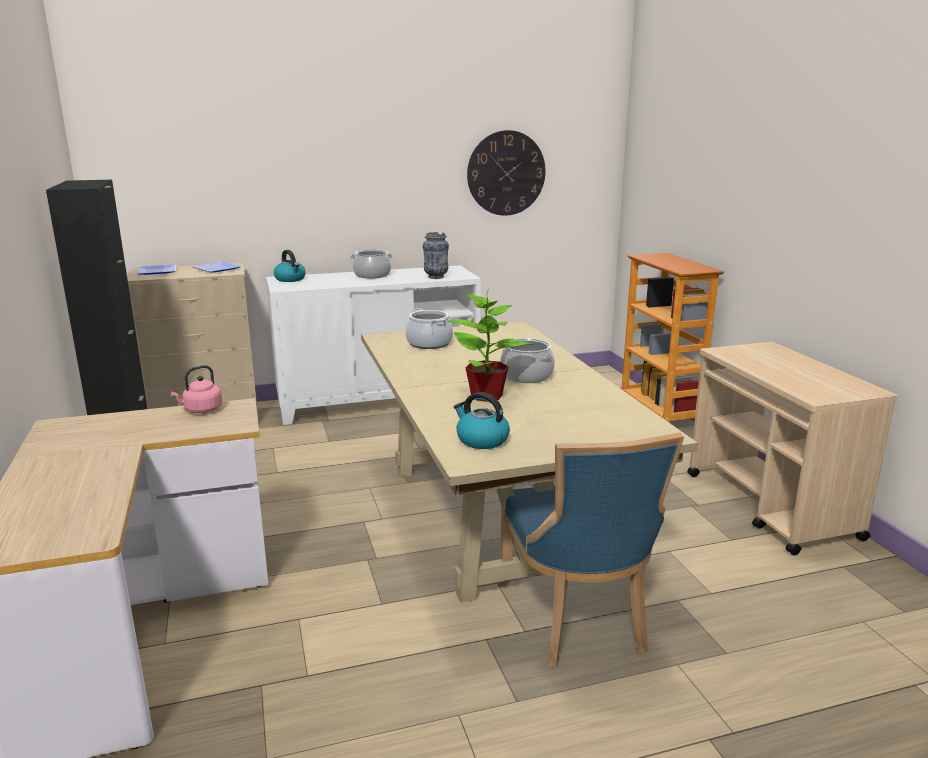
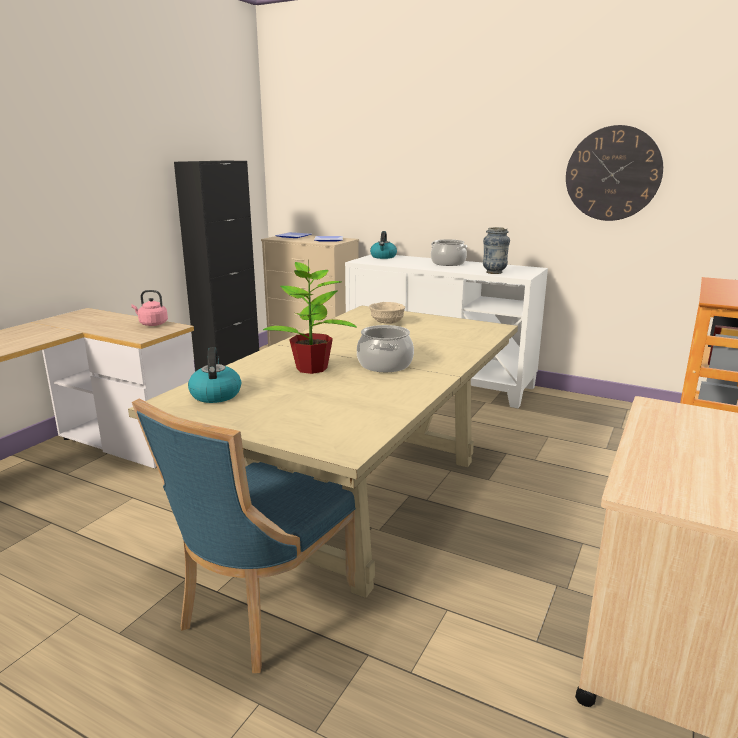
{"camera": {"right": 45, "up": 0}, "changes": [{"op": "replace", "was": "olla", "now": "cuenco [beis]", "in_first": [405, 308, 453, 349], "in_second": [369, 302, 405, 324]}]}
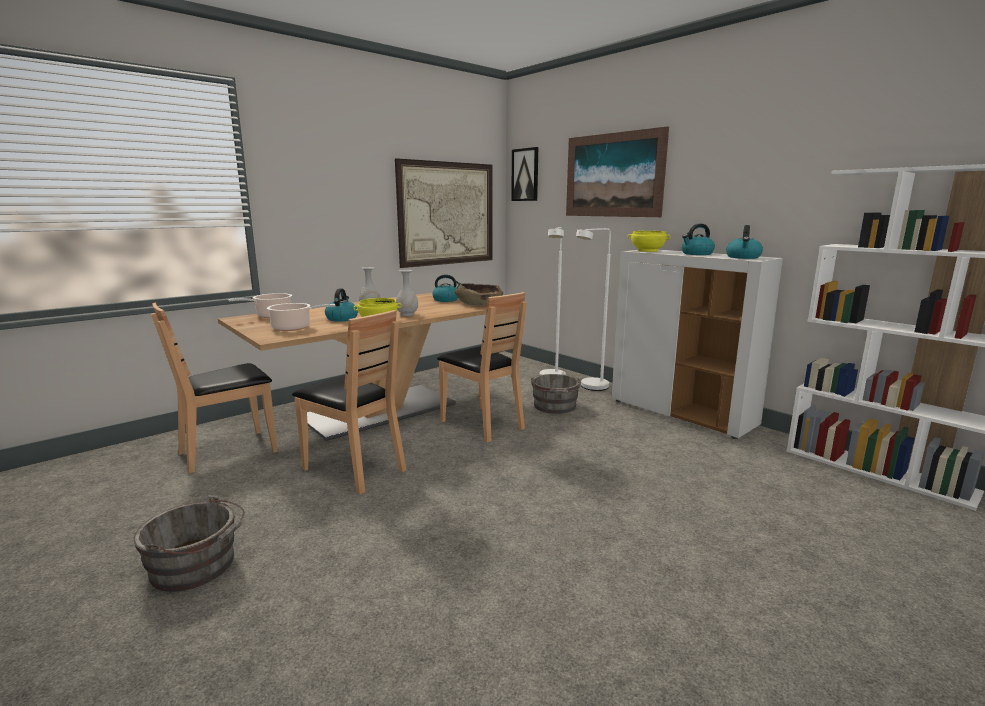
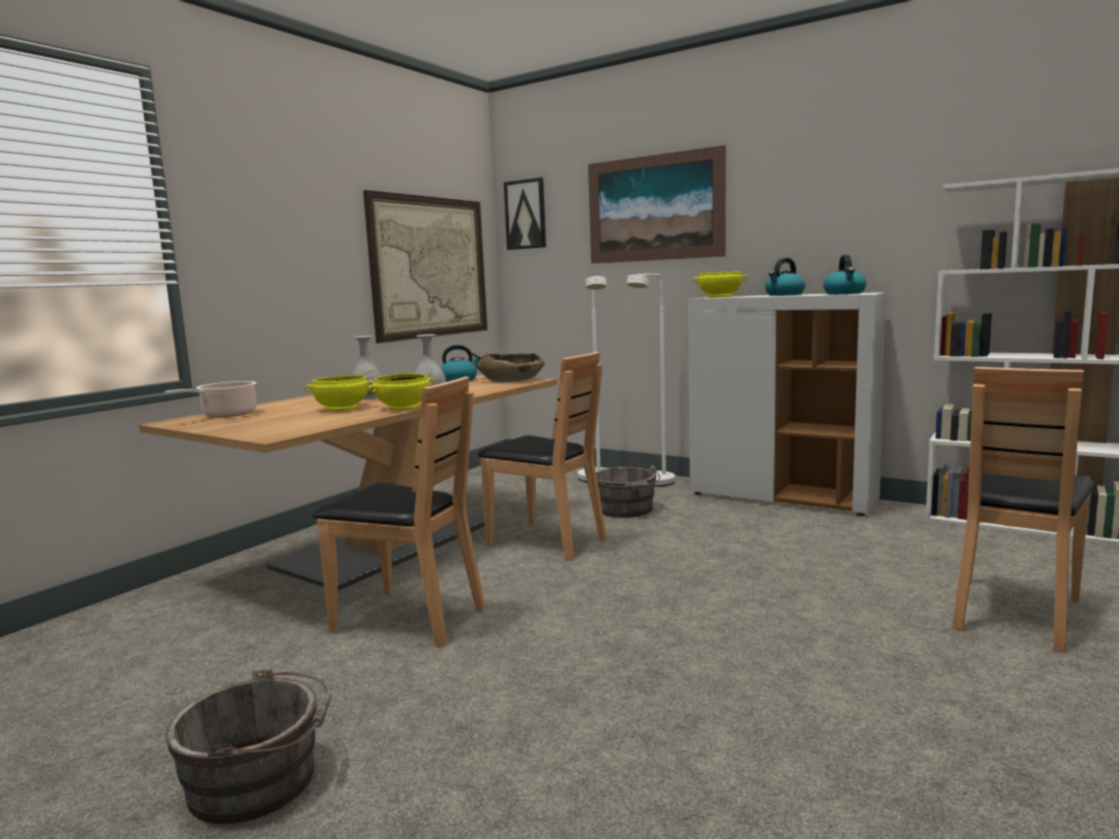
{"camera": {"right": -15, "up": -5}, "changes": [{"op": "replace", "was": "hervidor", "now": "cuenco [amarillo]", "in_first": [325, 288, 358, 322], "in_second": [305, 375, 374, 411]}, {"op": "move", "was": "silla [marrón]", "in_first": [151, 302, 278, 473], "in_second": [952, 367, 1095, 652]}, {"op": "delete", "was": "olla", "in_first": [267, 303, 336, 331]}]}
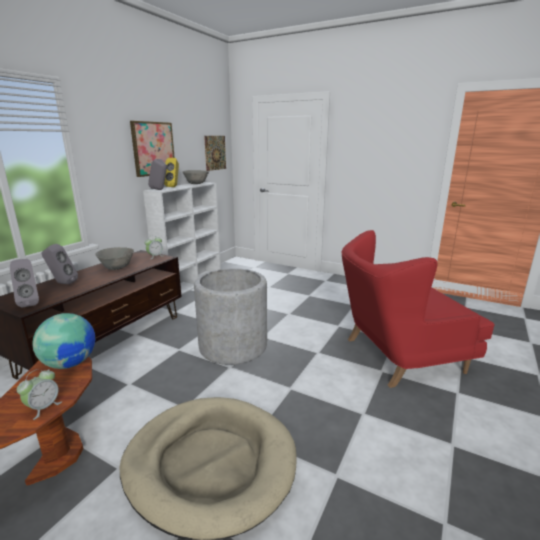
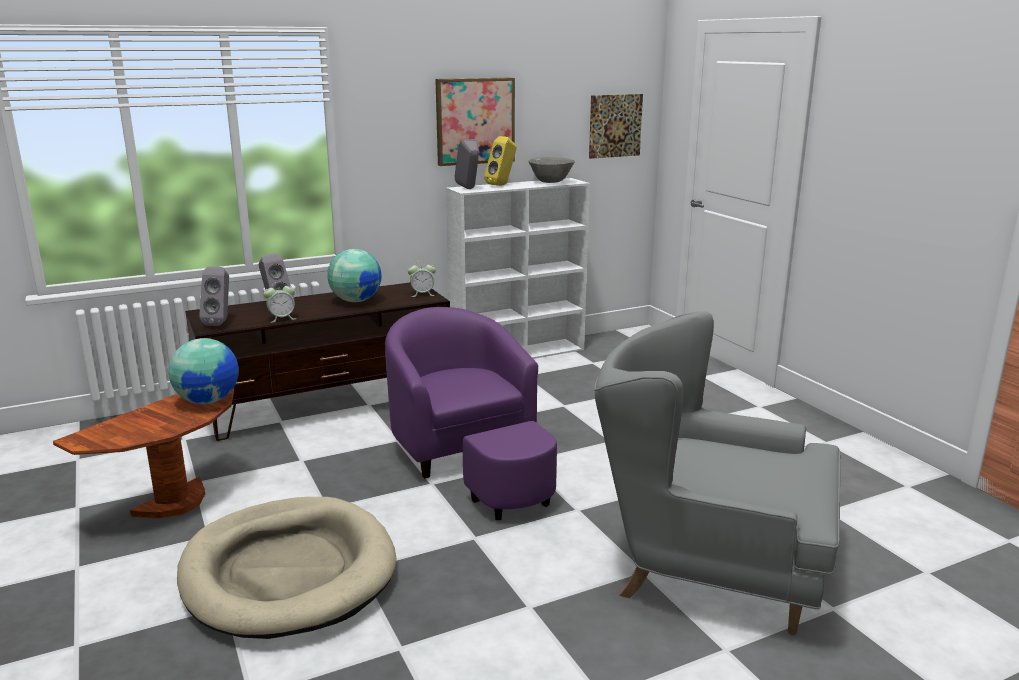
{"camera": {"right": 35, "up": 0}, "changes": [{"op": "recolor", "was": "sillón [rojo]", "now": "sillón [gris]", "in_first": [341, 230, 495, 388], "in_second": [594, 311, 840, 635]}, {"op": "replace", "was": "cuenco [gris]", "now": "globo terráqueo", "in_first": [95, 247, 134, 270], "in_second": [327, 249, 382, 302]}, {"op": "replace", "was": "maceta [gris]", "now": "sillón [morado]", "in_first": [194, 268, 267, 365], "in_second": [385, 307, 557, 520]}, {"op": "move", "was": "despertador", "in_first": [17, 369, 62, 420], "in_second": [264, 282, 295, 323]}]}
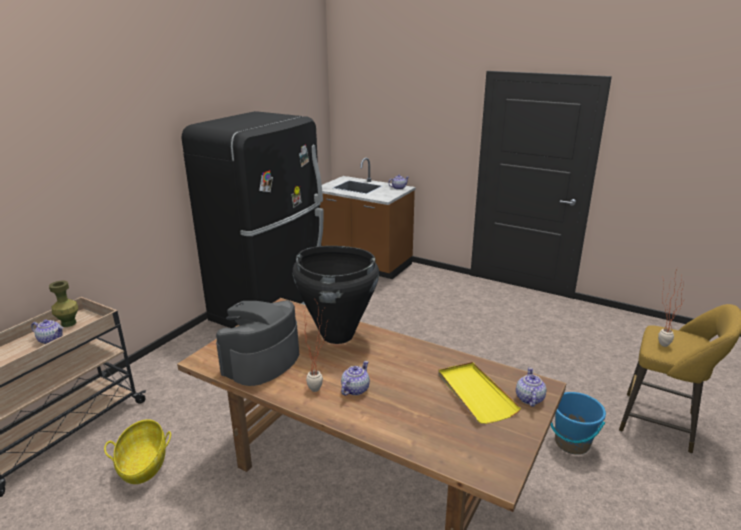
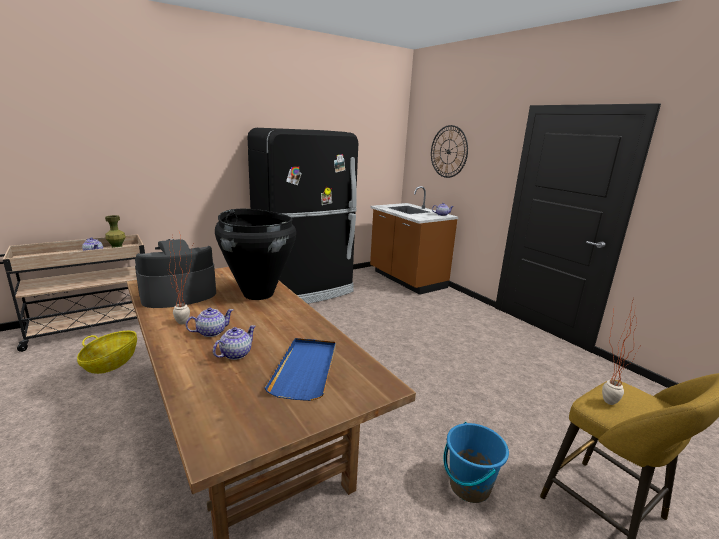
{"camera": {"right": 25, "up": -5}, "changes": [{"op": "recolor", "was": "bandeja [amarillo]", "now": "bandeja [azul]", "in_first": [438, 362, 521, 424], "in_second": [265, 338, 336, 401]}, {"op": "move", "was": "tetera", "in_first": [516, 367, 547, 407], "in_second": [213, 325, 255, 360]}, {"op": "insert", "now": "reloj de pared", "in_second": [431, 125, 468, 178]}]}
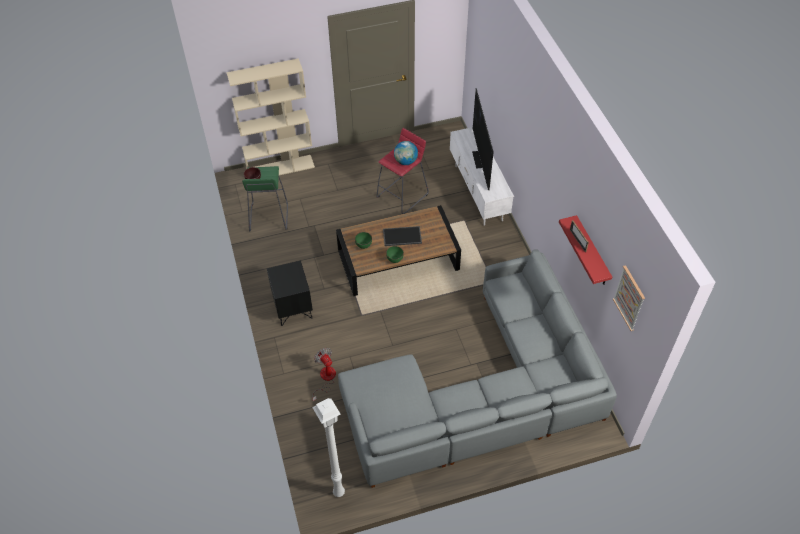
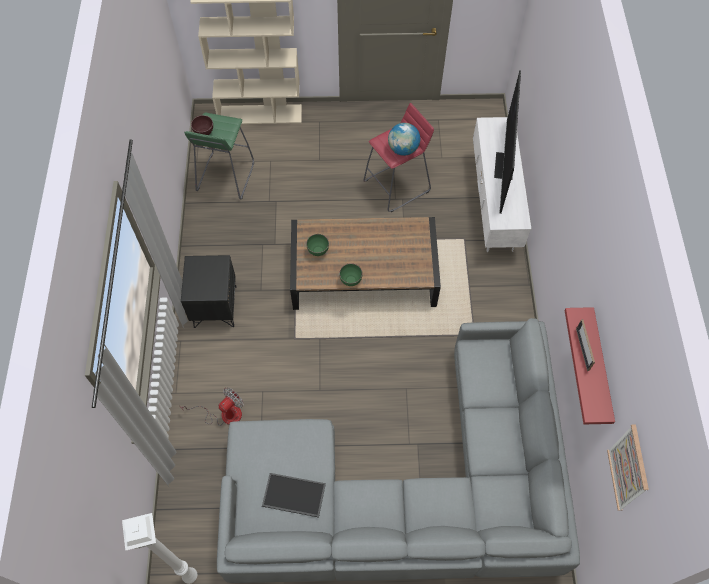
{"camera": {"right": 15, "up": 10}, "changes": [{"op": "move", "was": "bandeja", "in_first": [383, 226, 422, 246], "in_second": [262, 473, 326, 518]}, {"op": "rotate", "was": "ventilador", "in_first": [313, 348, 336, 402], "in_second": [179, 387, 244, 426], "clockwise": 60}]}
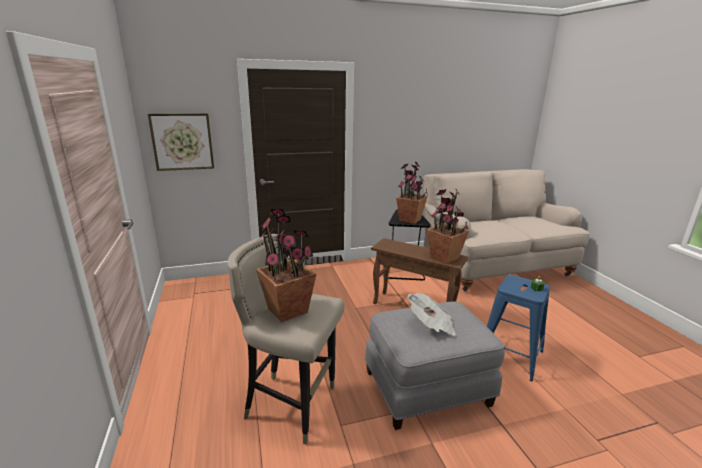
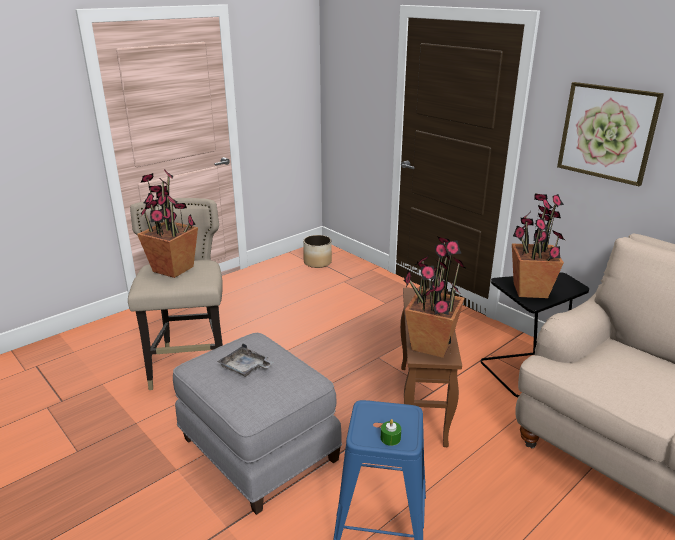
{"camera": {"right": 65, "up": 5}, "changes": [{"op": "move", "was": "cuadro", "in_first": [148, 113, 214, 171], "in_second": [557, 82, 664, 186]}, {"op": "replace", "was": "periódico", "now": "bandeja [gris]", "in_first": [408, 293, 456, 336], "in_second": [217, 343, 274, 377]}, {"op": "insert", "now": "maceta", "in_second": [303, 235, 332, 268]}]}
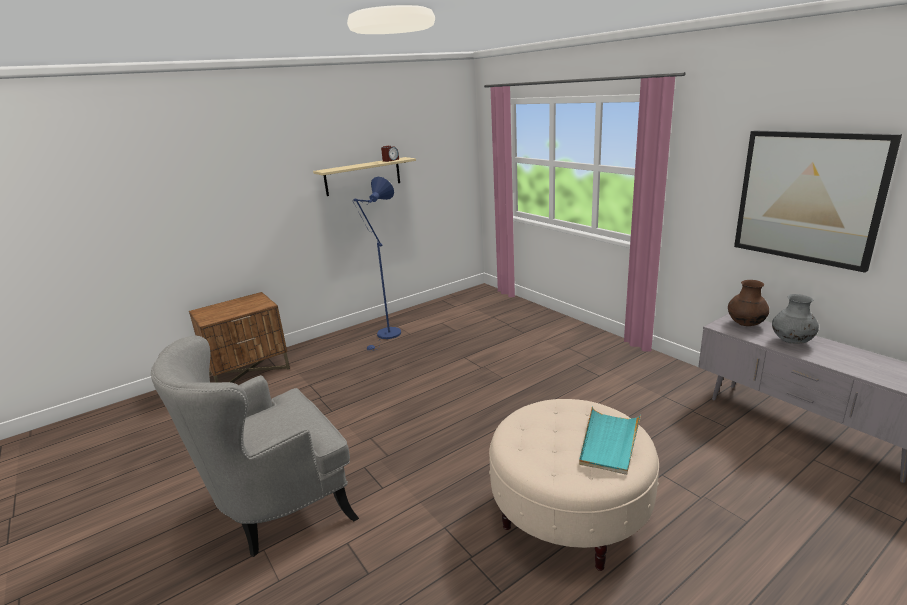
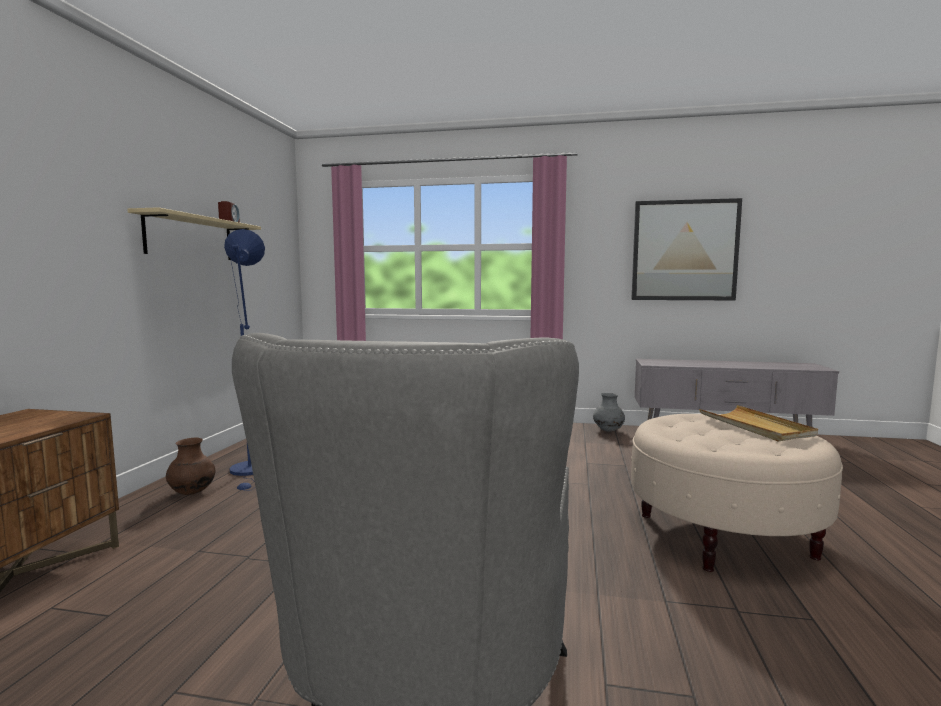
{"camera": {"right": -45, "up": -15}, "changes": [{"op": "move", "was": "florero [marrón]", "in_first": [728, 280, 769, 326], "in_second": [166, 438, 215, 495]}, {"op": "move", "was": "florero [gris]", "in_first": [772, 294, 819, 344], "in_second": [593, 393, 625, 432]}, {"op": "recolor", "was": "bandeja [turquesa]", "now": "bandeja [beis]", "in_first": [579, 406, 641, 475], "in_second": [699, 405, 818, 441]}]}
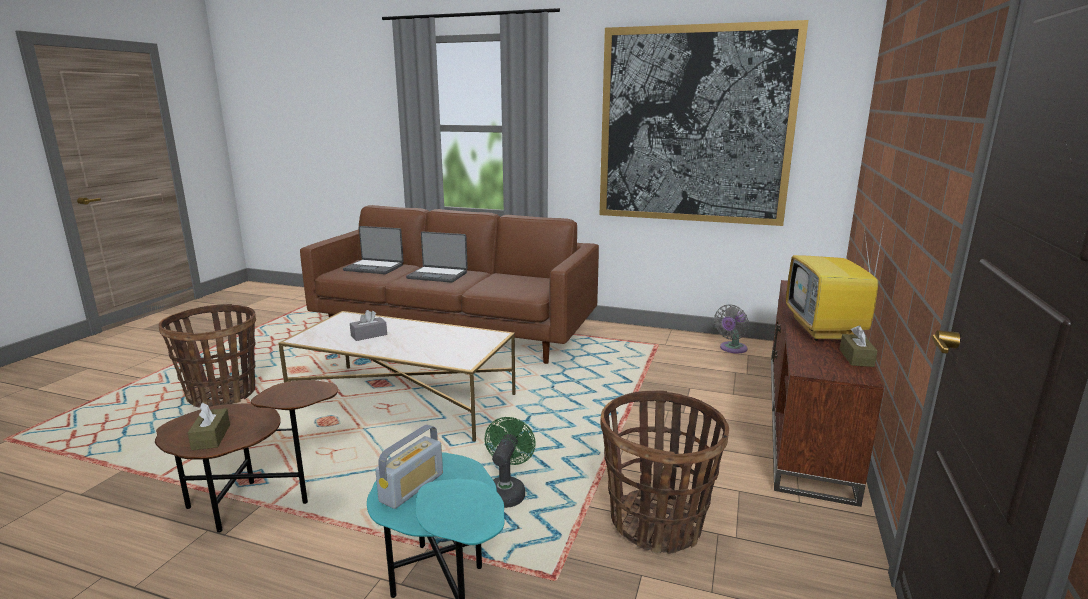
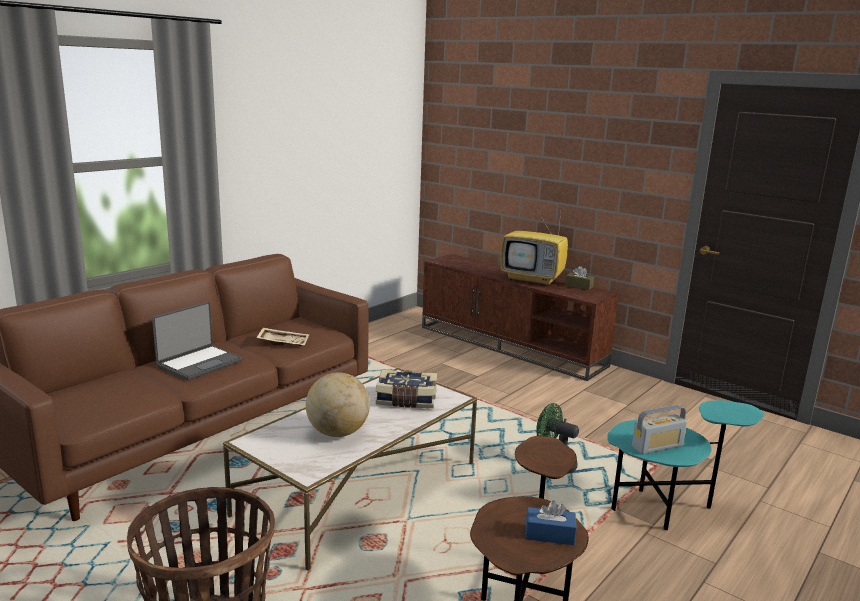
{"camera": {"right": -70, "up": 0}, "changes": [{"op": "delete", "was": "cuadro", "in_first": [600, 20, 808, 226]}, {"op": "delete", "was": "portátil", "in_first": [343, 226, 404, 274]}, {"op": "delete", "was": "ventilador [gris]", "in_first": [714, 305, 749, 353]}, {"op": "replace", "was": "caja de pañuelos [gris]", "now": "globo terráqueo", "in_first": [350, 310, 387, 341], "in_second": [306, 372, 370, 437]}, {"op": "delete", "was": "cesta", "in_first": [601, 391, 729, 554]}, {"op": "recolor", "was": "caja de pañuelos [marrón]", "now": "caja de pañuelos [azul]", "in_first": [188, 403, 230, 450], "in_second": [526, 500, 577, 545]}, {"op": "rotate", "was": "radio", "in_first": [375, 424, 443, 509], "in_second": [632, 405, 687, 454], "clockwise": 105}, {"op": "insert", "now": "bandeja [beis]", "in_second": [256, 328, 309, 346]}, {"op": "insert", "now": "libro", "in_second": [376, 370, 437, 408]}]}
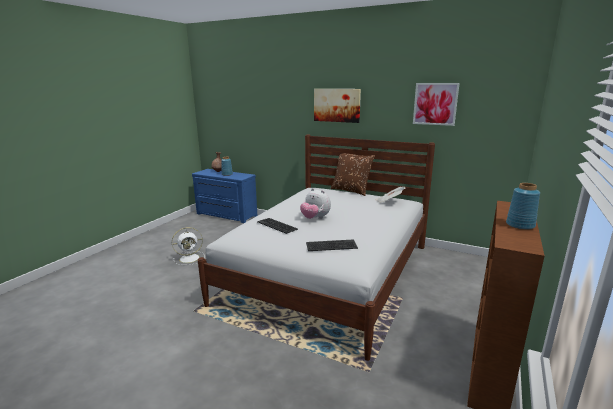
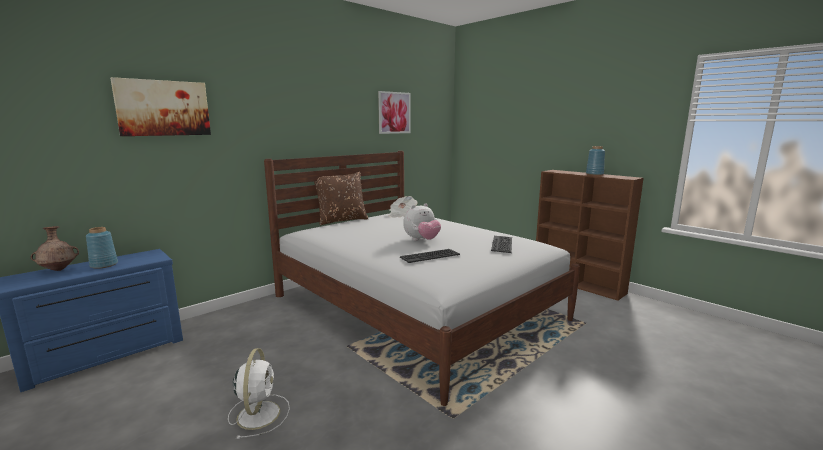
{"camera": {"right": -70, "up": -5}, "changes": [{"op": "move", "was": "cuadro", "in_first": [314, 89, 361, 123], "in_second": [110, 77, 211, 136]}]}
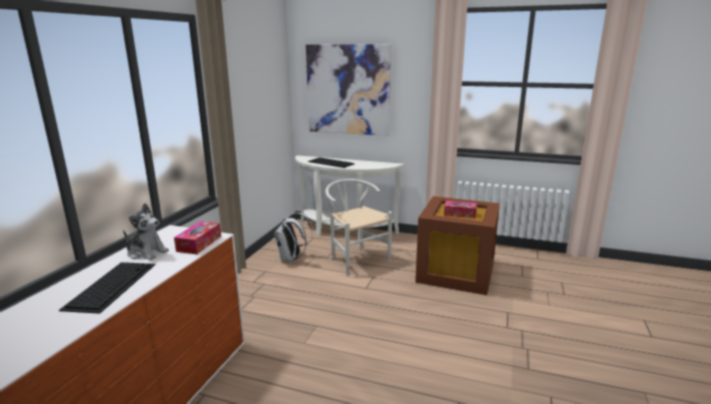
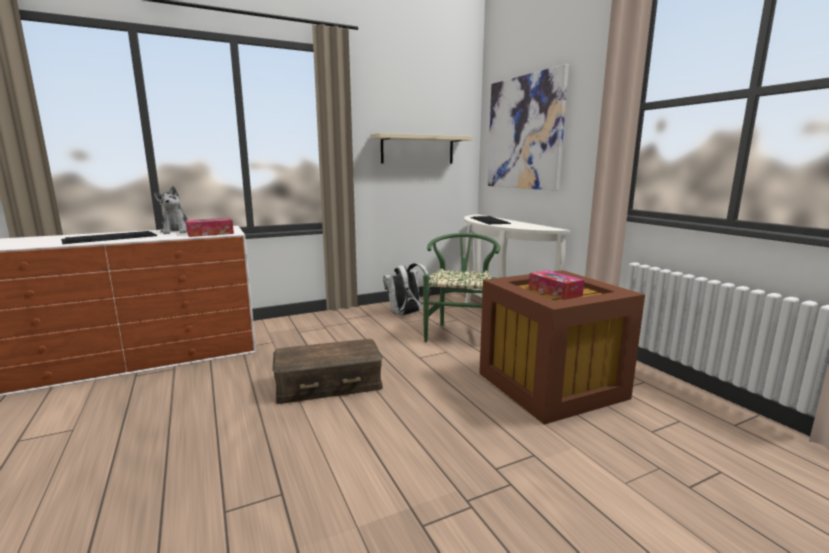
{"camera": {"right": 45, "up": -5}, "changes": [{"op": "recolor", "was": "silla [blanco]", "now": "silla [verde]", "in_first": [325, 179, 392, 276], "in_second": [423, 233, 500, 342]}, {"op": "insert", "now": "estante [beis]", "in_second": [371, 133, 473, 164]}, {"op": "insert", "now": "caja de almacenaje [marrón]", "in_second": [272, 339, 383, 404]}]}
